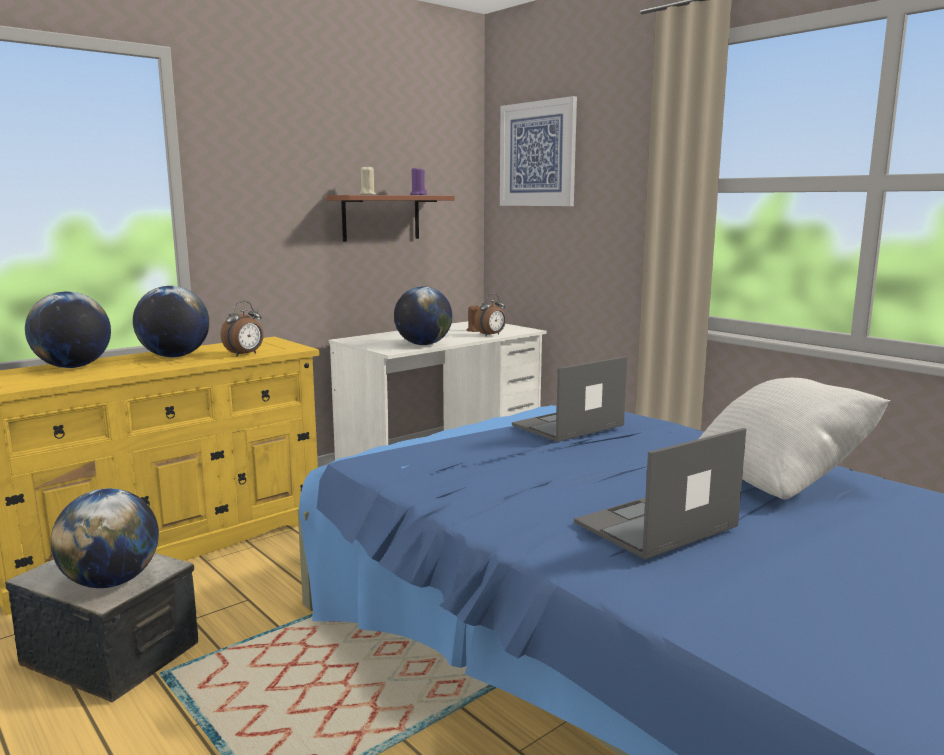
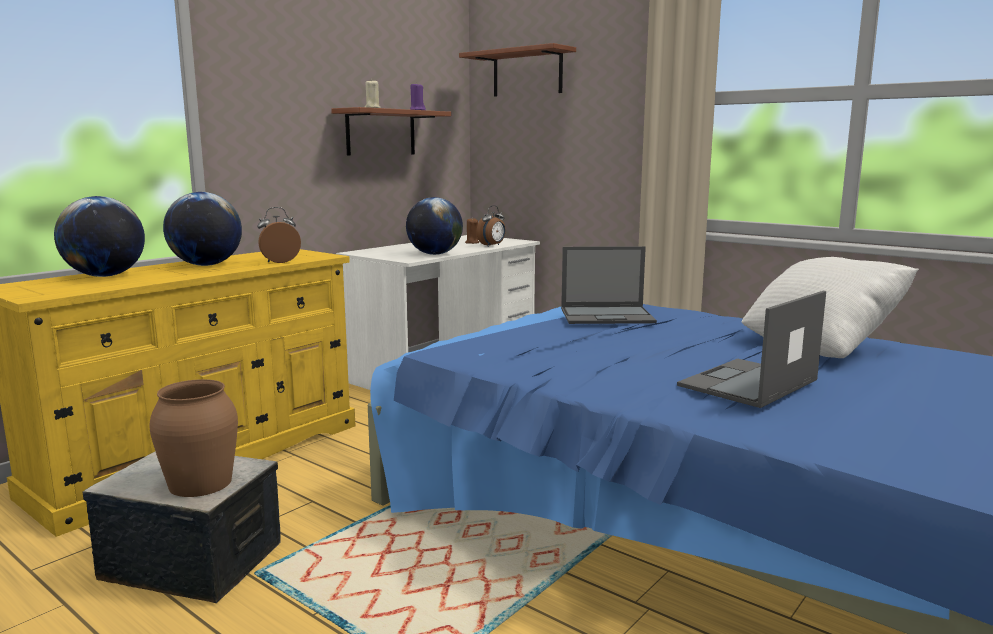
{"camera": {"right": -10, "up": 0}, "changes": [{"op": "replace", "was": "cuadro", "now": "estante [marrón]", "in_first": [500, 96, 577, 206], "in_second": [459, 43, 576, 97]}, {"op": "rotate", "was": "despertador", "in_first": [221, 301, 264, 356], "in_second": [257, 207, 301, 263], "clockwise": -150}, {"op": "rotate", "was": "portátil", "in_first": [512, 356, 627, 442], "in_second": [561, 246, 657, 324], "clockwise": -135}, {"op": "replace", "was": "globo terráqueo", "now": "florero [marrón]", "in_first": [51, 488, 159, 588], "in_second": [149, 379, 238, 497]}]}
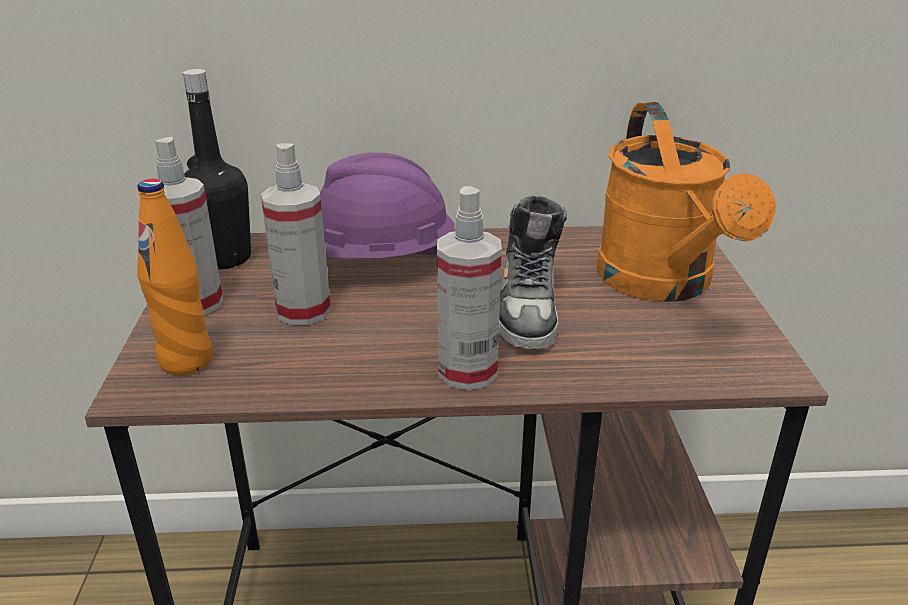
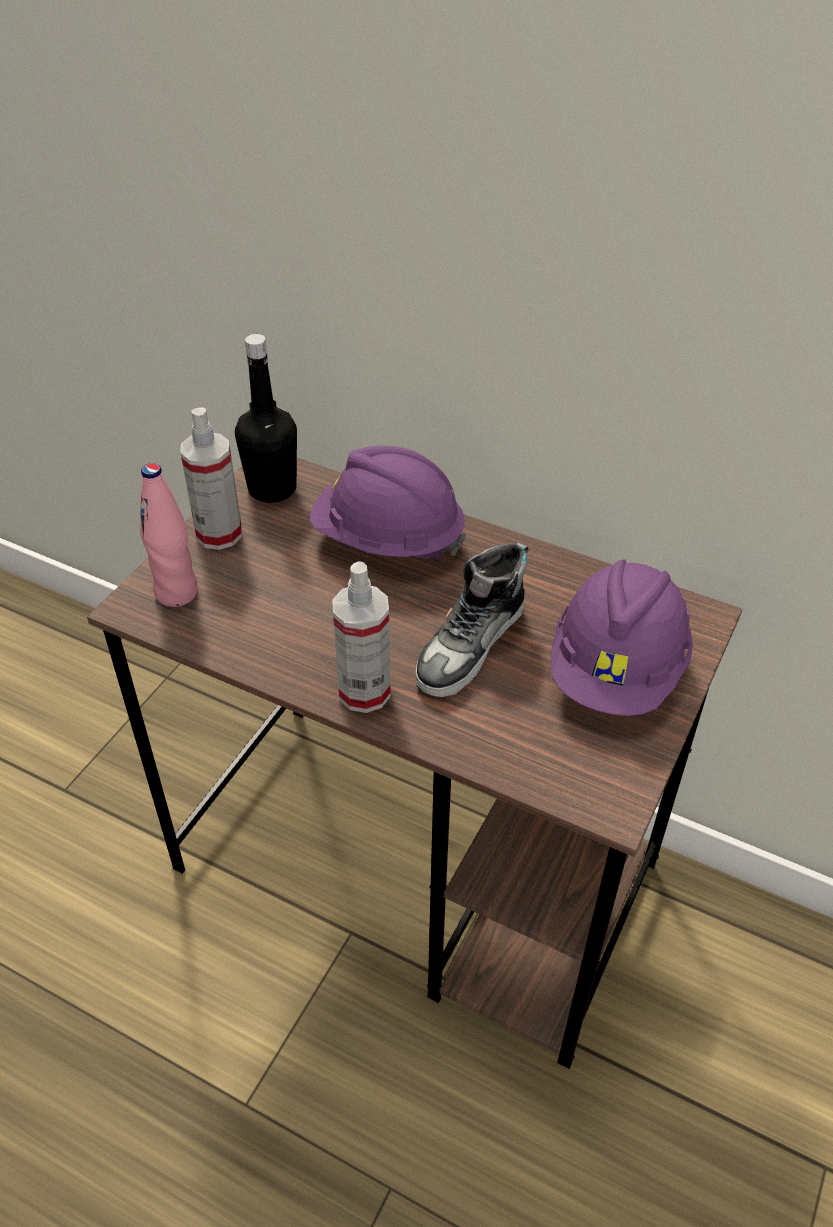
{"camera": {"right": 30, "up": 15}, "changes": [{"op": "replace", "was": "regadera [naranja]", "now": "casco [morado]", "in_first": [596, 102, 776, 302], "in_second": [551, 559, 693, 716]}, {"op": "delete", "was": "pulverizador", "in_first": [261, 143, 331, 325]}, {"op": "recolor", "was": "botella [naranja]", "now": "botella [rosa]", "in_first": [137, 179, 212, 375], "in_second": [140, 463, 198, 607]}]}
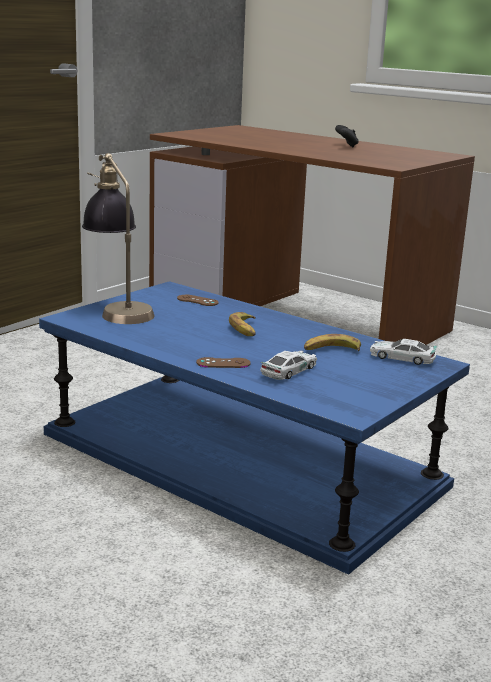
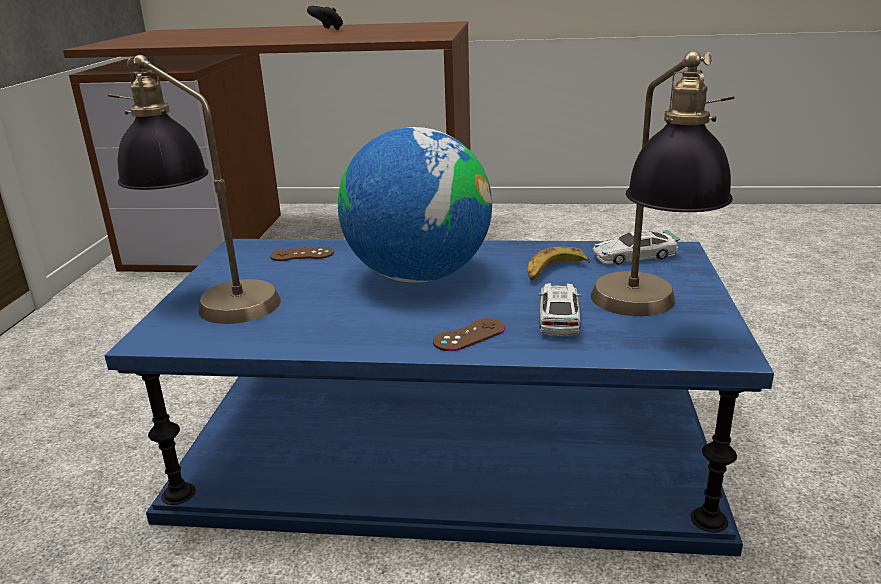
{"camera": {"right": -30, "up": 5}, "changes": [{"op": "replace", "was": "plátano", "now": "globo terráqueo", "in_first": [229, 312, 256, 336], "in_second": [338, 127, 492, 283]}, {"op": "insert", "now": "lámpara de mesa", "in_second": [591, 51, 734, 316]}]}
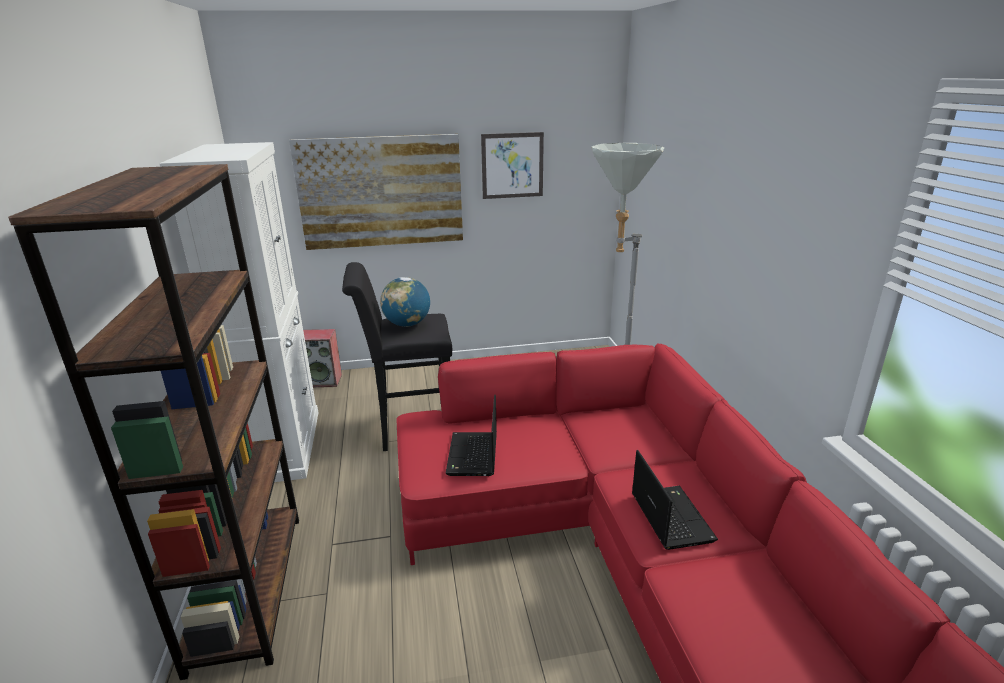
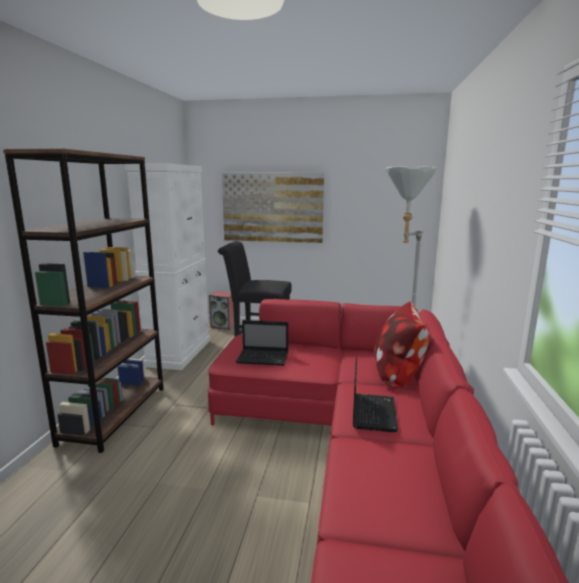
{"camera": {"right": 20, "up": -10}, "changes": [{"op": "delete", "was": "cuadro", "in_first": [481, 132, 544, 199]}, {"op": "delete", "was": "globo terráqueo", "in_first": [380, 277, 430, 327]}, {"op": "rotate", "was": "portátil", "in_first": [446, 395, 497, 476], "in_second": [236, 320, 288, 366], "clockwise": -105}, {"op": "insert", "now": "cojín", "in_second": [374, 301, 429, 389]}]}
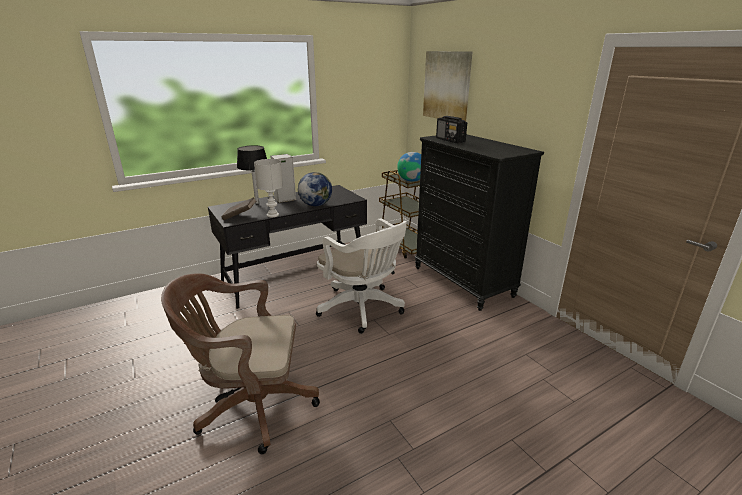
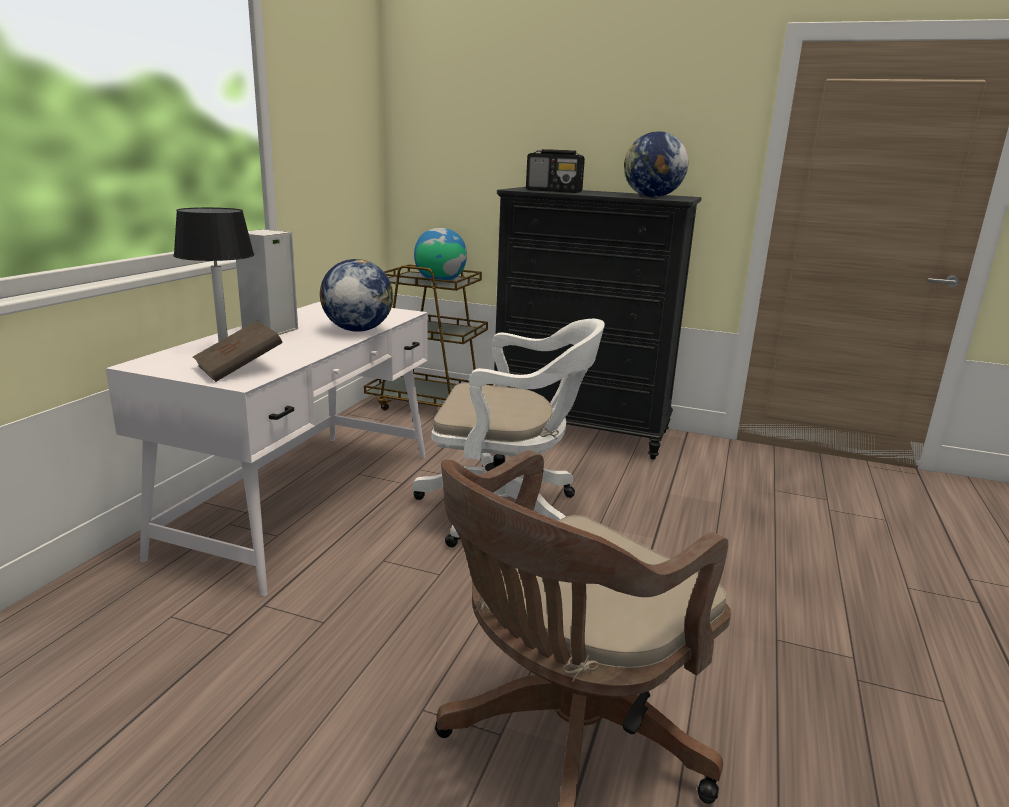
{"camera": {"right": -40, "up": -5}, "changes": [{"op": "delete", "was": "cuadro", "in_first": [423, 51, 472, 121]}, {"op": "delete", "was": "lámpara de mesa [blanco]", "in_first": [254, 159, 283, 217]}, {"op": "recolor", "was": "escritorio [negro]", "now": "escritorio [blanco]", "in_first": [208, 185, 367, 309], "in_second": [106, 301, 428, 596]}, {"op": "insert", "now": "globo terráqueo", "in_second": [624, 131, 688, 197]}]}
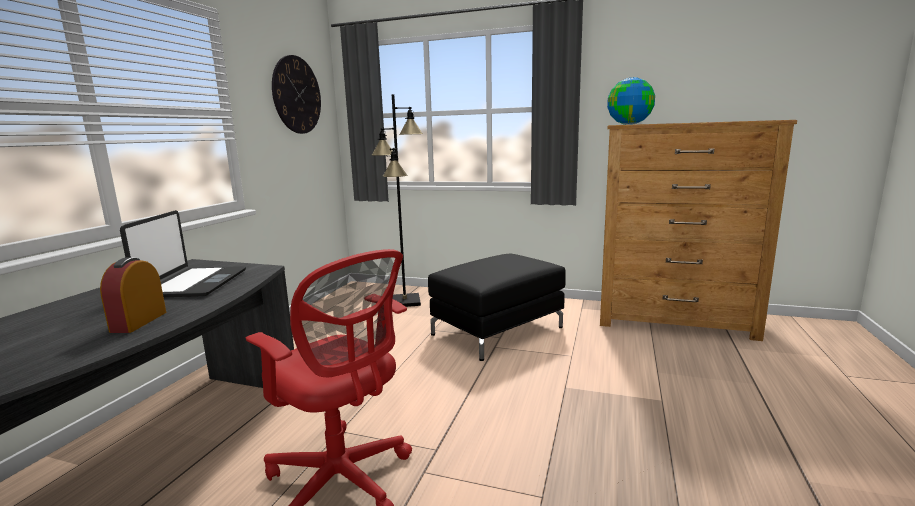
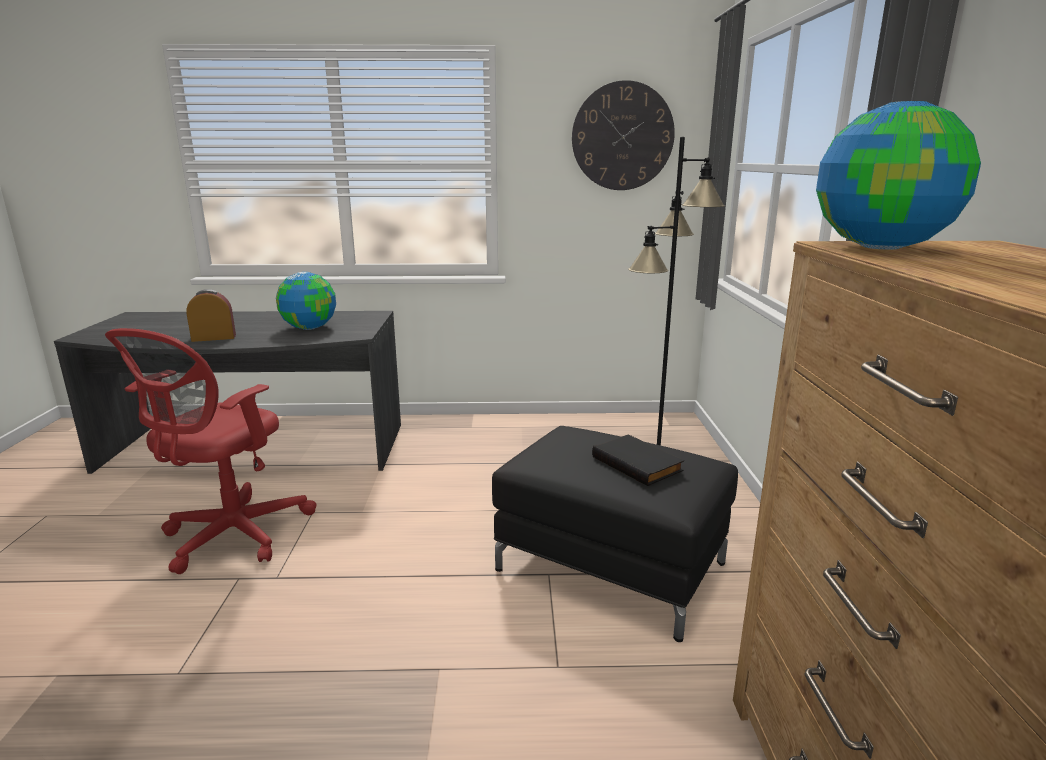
{"camera": {"right": 70, "up": 5}, "changes": [{"op": "replace", "was": "portátil", "now": "globo terráqueo", "in_first": [120, 210, 246, 297], "in_second": [276, 272, 336, 330]}, {"op": "insert", "now": "libro [negro]", "in_second": [592, 434, 684, 486]}]}
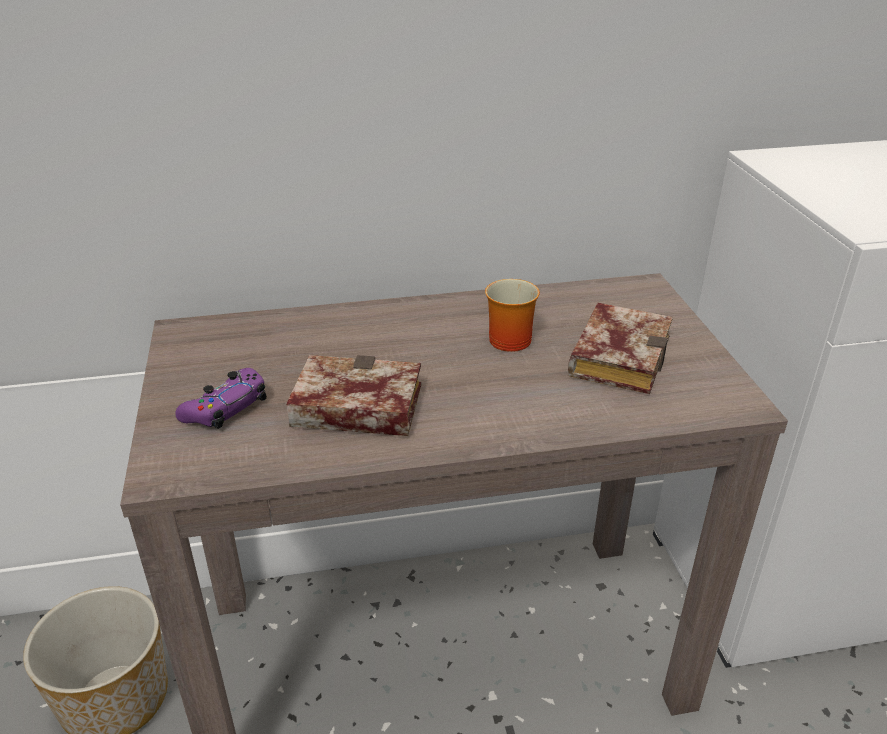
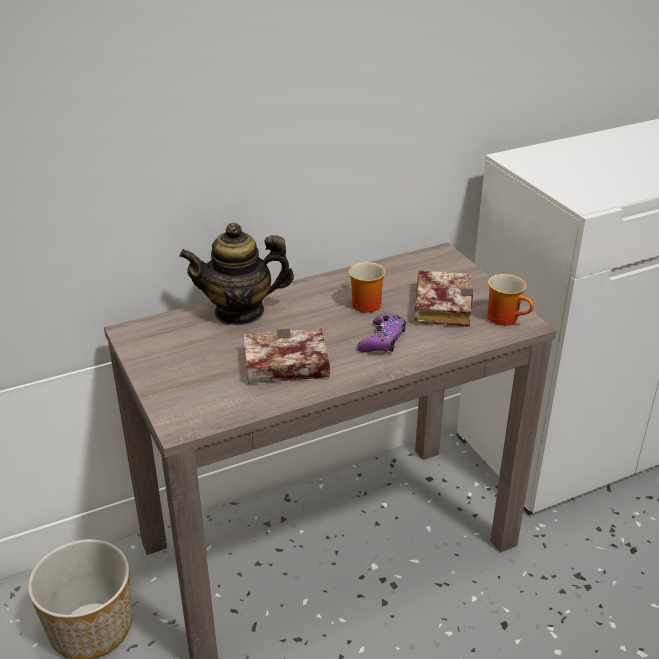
{"camera": {"right": -15, "up": 0}, "changes": [{"op": "move", "was": "mando de consola [morado]", "in_first": [175, 368, 267, 429], "in_second": [357, 313, 406, 353]}, {"op": "insert", "now": "tetera", "in_second": [179, 223, 294, 326]}, {"op": "insert", "now": "taza grande", "in_second": [487, 274, 534, 326]}]}
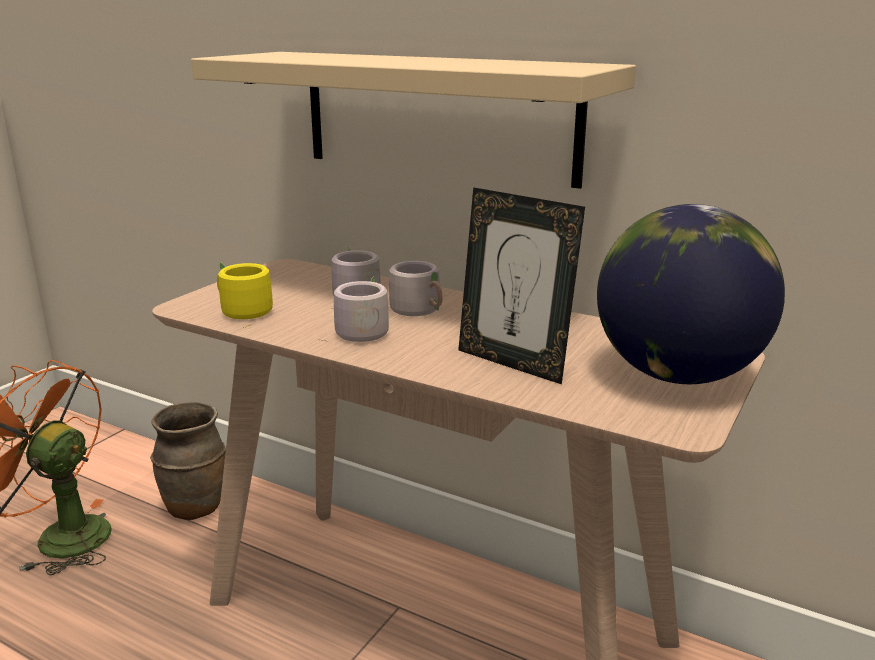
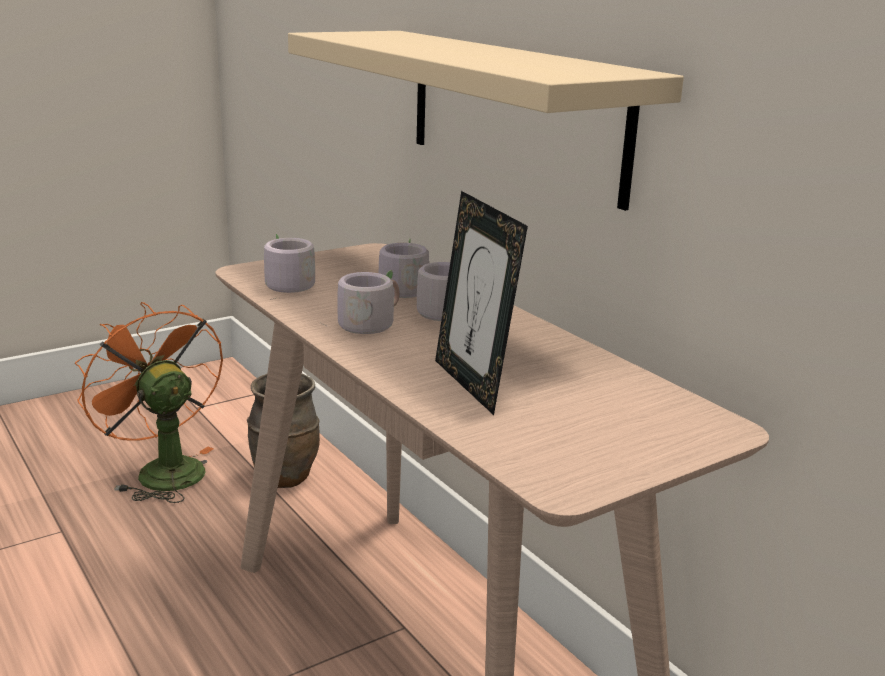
{"camera": {"right": 25, "up": 0}, "changes": [{"op": "delete", "was": "globo terráqueo", "in_first": [597, 204, 785, 384]}, {"op": "recolor", "was": "taza grande [amarillo]", "now": "taza grande [gris]", "in_first": [217, 262, 273, 328], "in_second": [264, 233, 315, 300]}]}
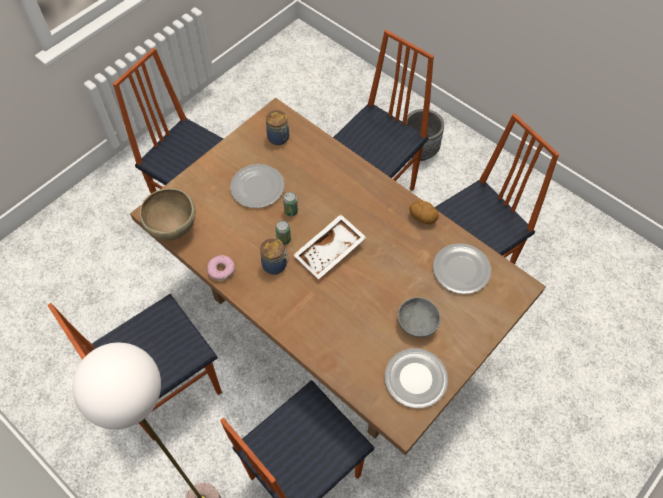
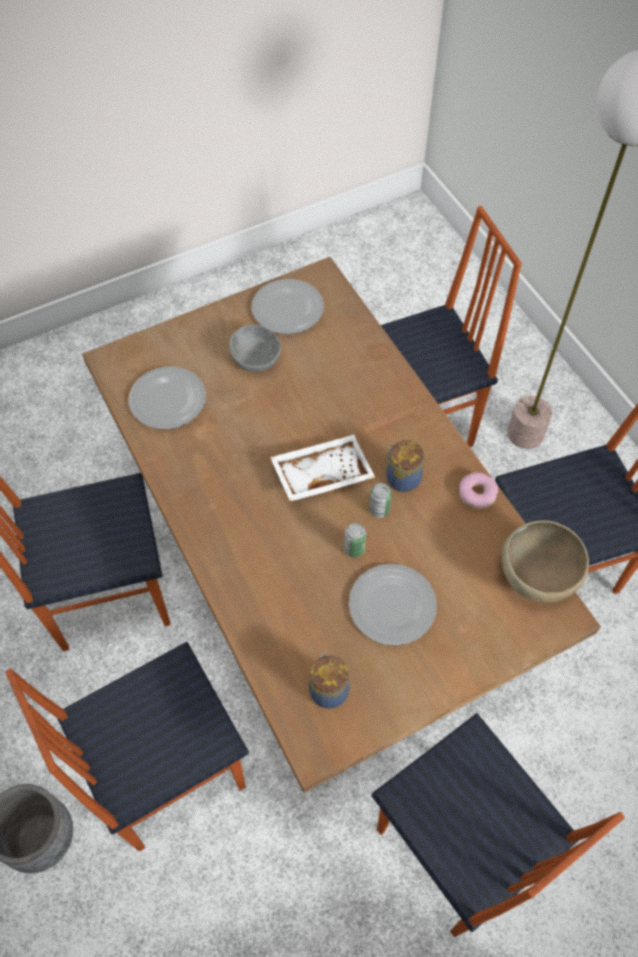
{"camera": {"right": -160, "up": 0}, "changes": [{"op": "delete", "was": "patata", "in_first": [409, 201, 439, 224]}]}
